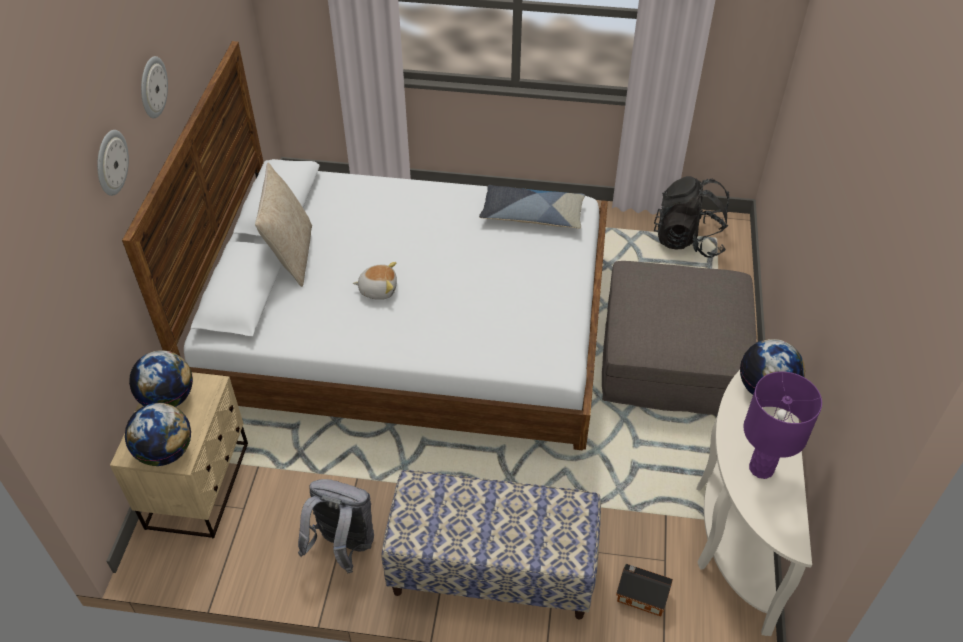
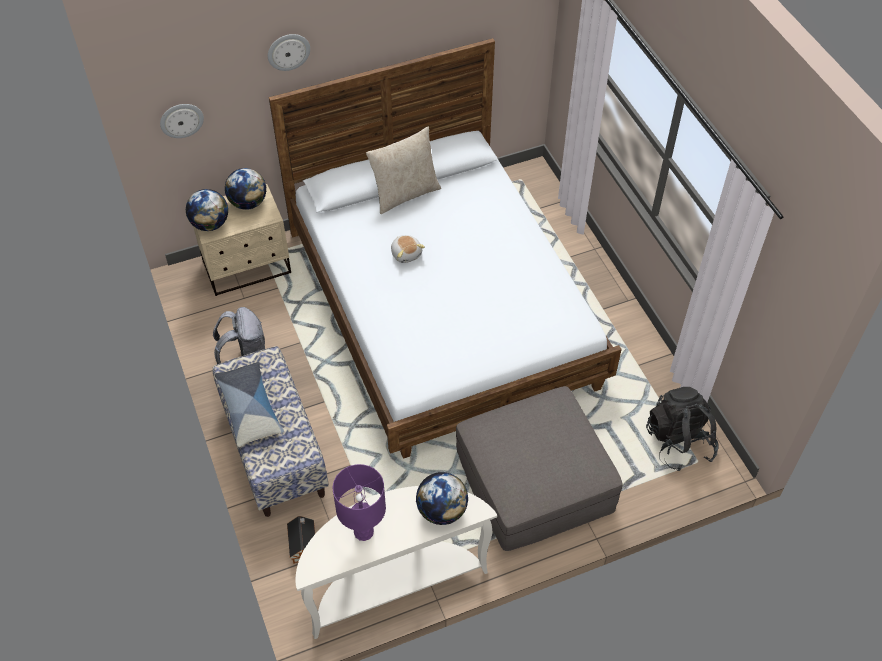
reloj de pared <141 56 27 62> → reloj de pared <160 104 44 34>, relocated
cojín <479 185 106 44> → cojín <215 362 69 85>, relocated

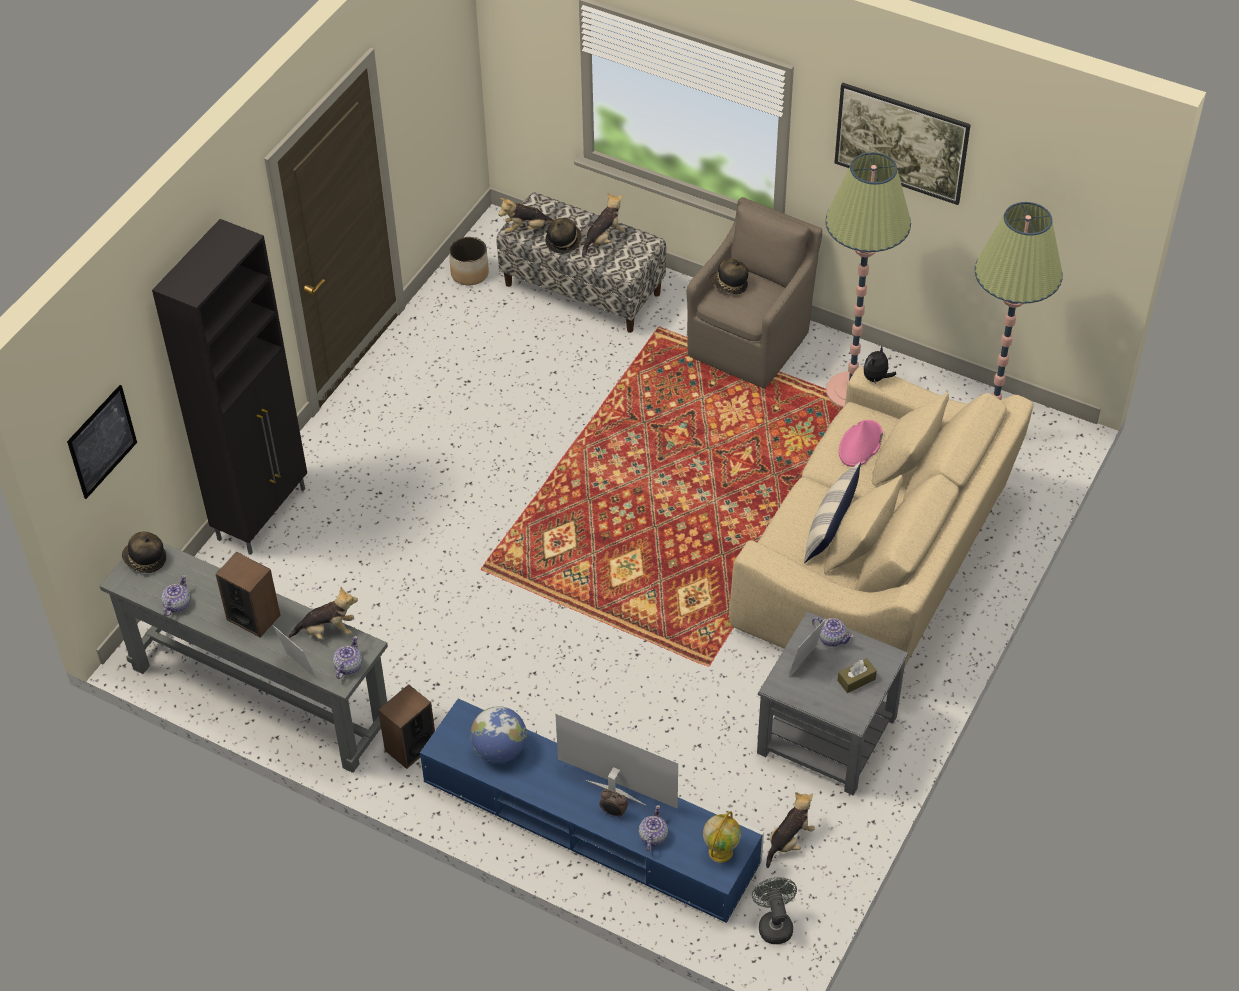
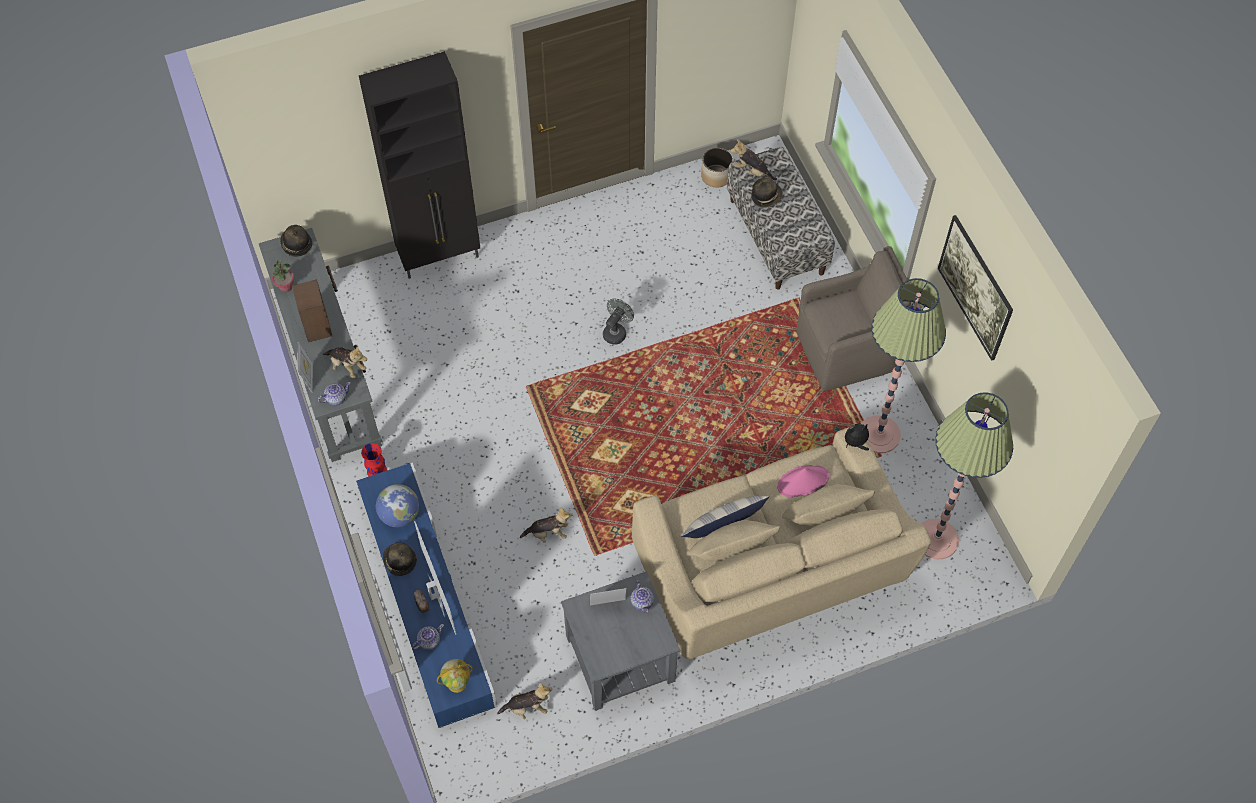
cuadro <67 385 70 114> → -
caja de pañuelos [marrón] <837 658 40 35> → -
peluche <582 193 43 64> → peluche <520 507 52 36>, relocated
sombrero <710 259 38 35> → sombrero <383 542 34 34>, relocated
ventilador [gris] <752 877 45 67> → ventilador [gris] <603 299 31 46>, relocated
tetera <161 575 29 41> → planta en maceta <272 260 22 32>
altavoz <378 684 57 85> → florero [rojo] <361 443 26 33>

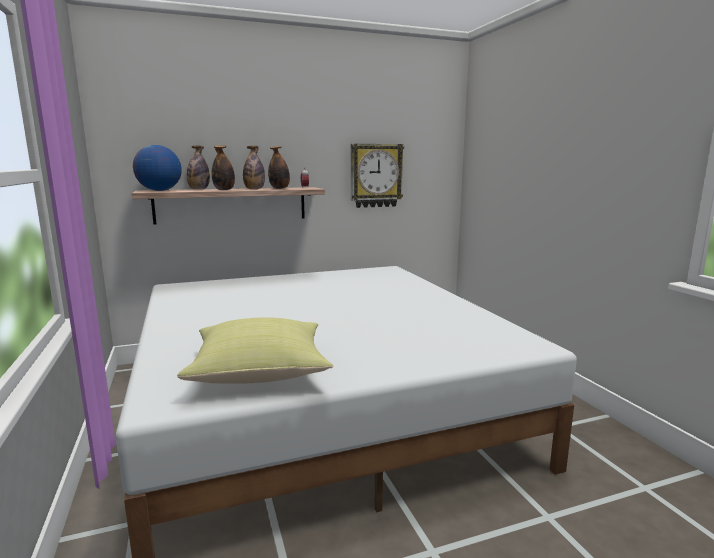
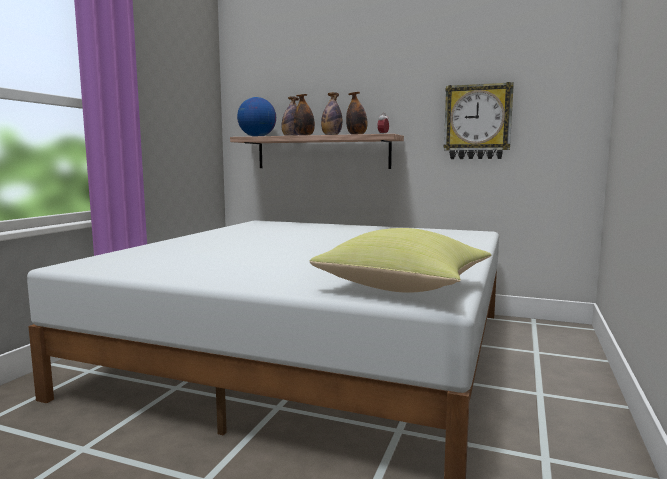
cojín [amarillo] <177 317 157 67> → cojín [amarillo] <310 228 181 65>, relocated

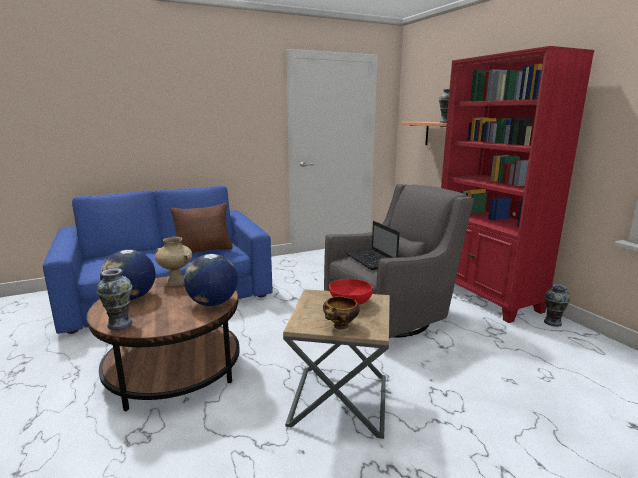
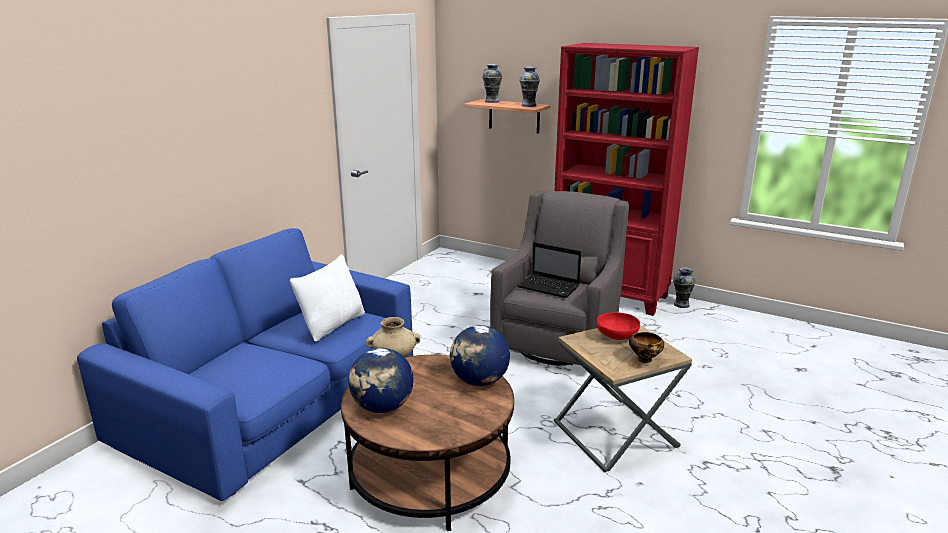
florero <97 268 35 62> → florero <482 64 20 39>, relocated
cojín [marrón] <170 202 63 51> → cojín [blanco] <290 254 75 88>

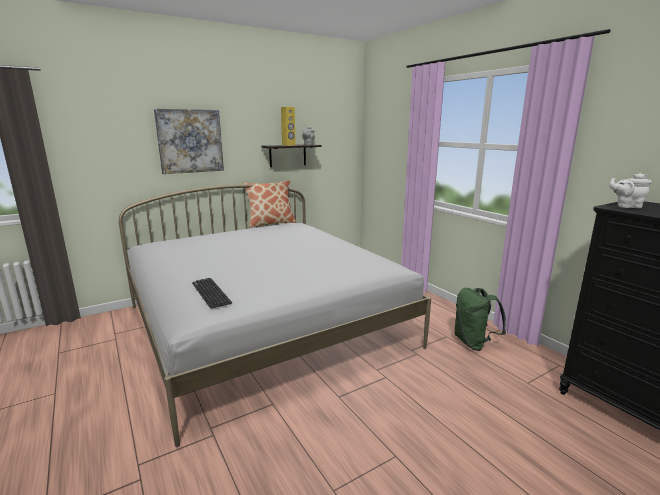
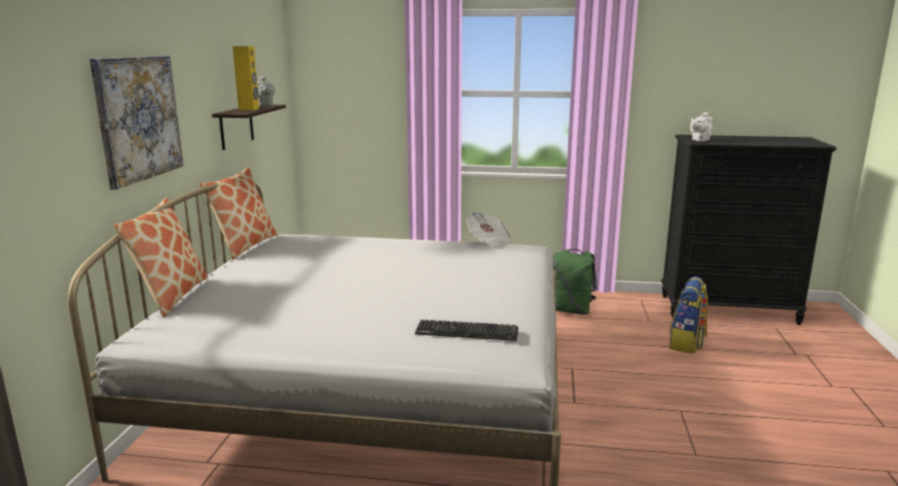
- → cojín <113 198 95 119>
- → periódico <465 212 48 38>
- → mochila <669 276 39 78>

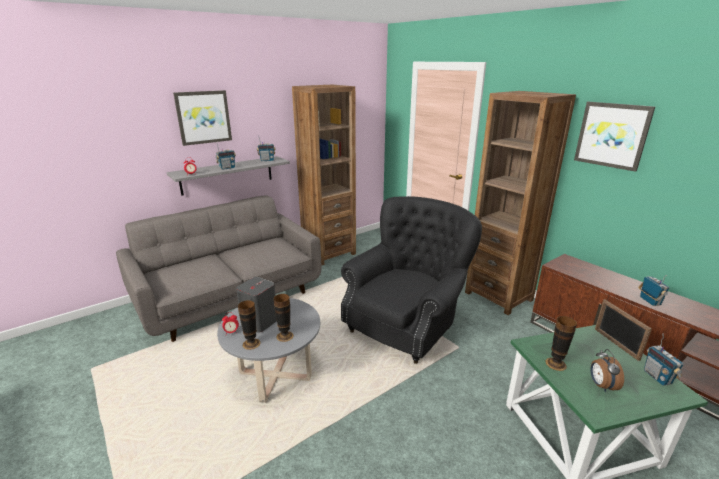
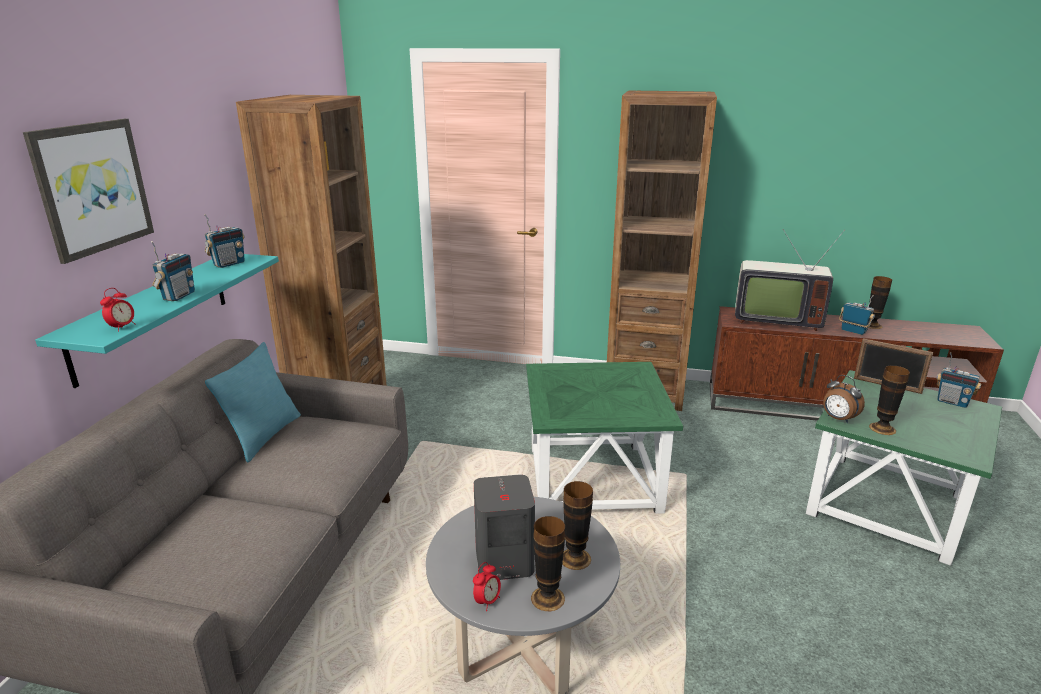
cuadro <574 102 81 70> → -
- → cojín [turquesa] <205 342 96 120>
- → televisor <735 229 110 102>
- → florero <868 276 24 53>
despertador <591 349 33 43> → despertador <823 375 42 48>, relocated
sillón [negro] <341 196 141 168> → mesa auxiliar [verde] <526 362 157 152>
estante [gris] <167 156 123 39> → estante [turquesa] <35 254 244 134>

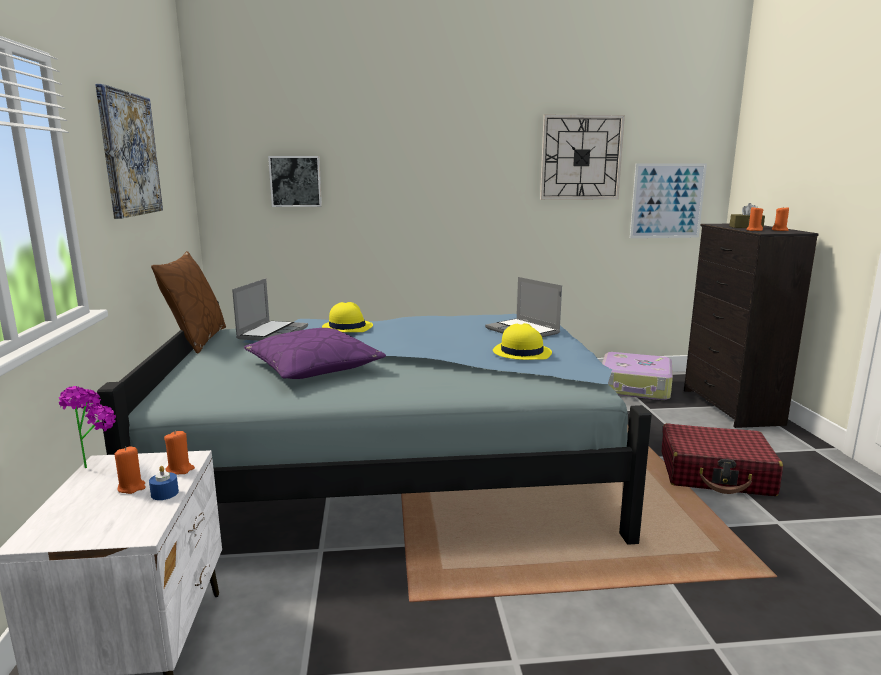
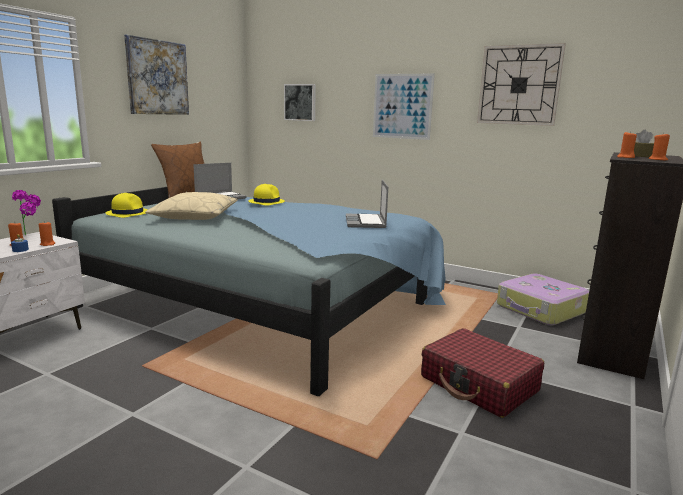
sombrero [amarillo] <493 323 59 37> → sombrero [amarillo] <105 193 42 25>, relocated
cuadro <630 164 77 74> → cuadro <373 74 62 66>, relocated
cojín [morado] <244 328 142 51> → cojín [beis] <145 192 93 28>

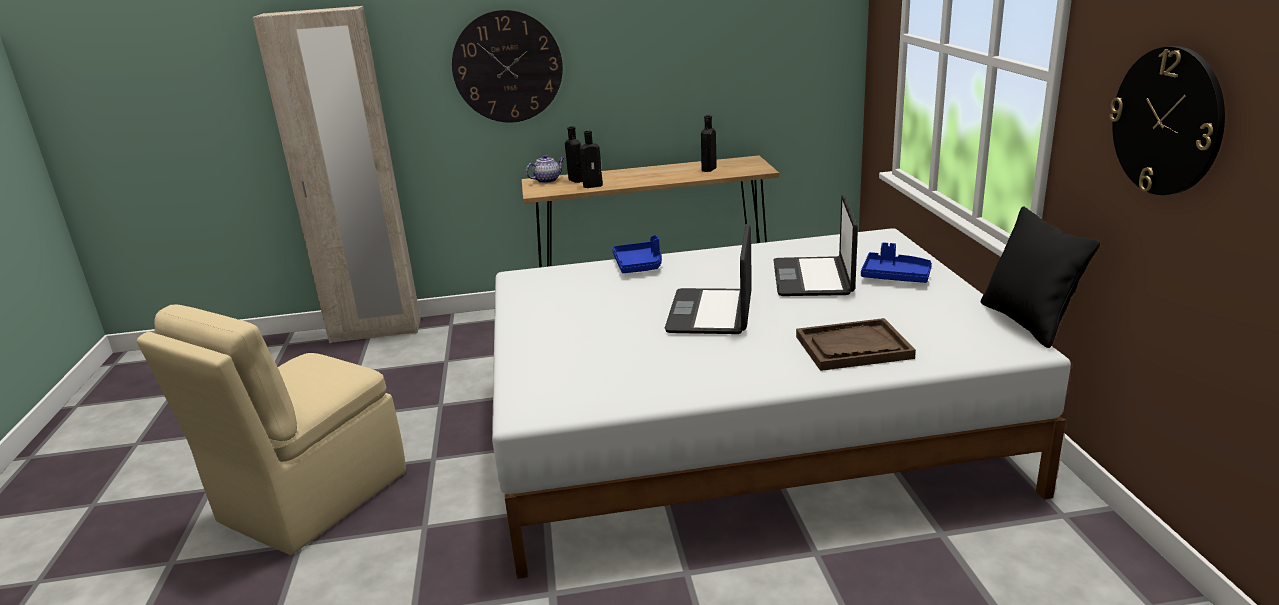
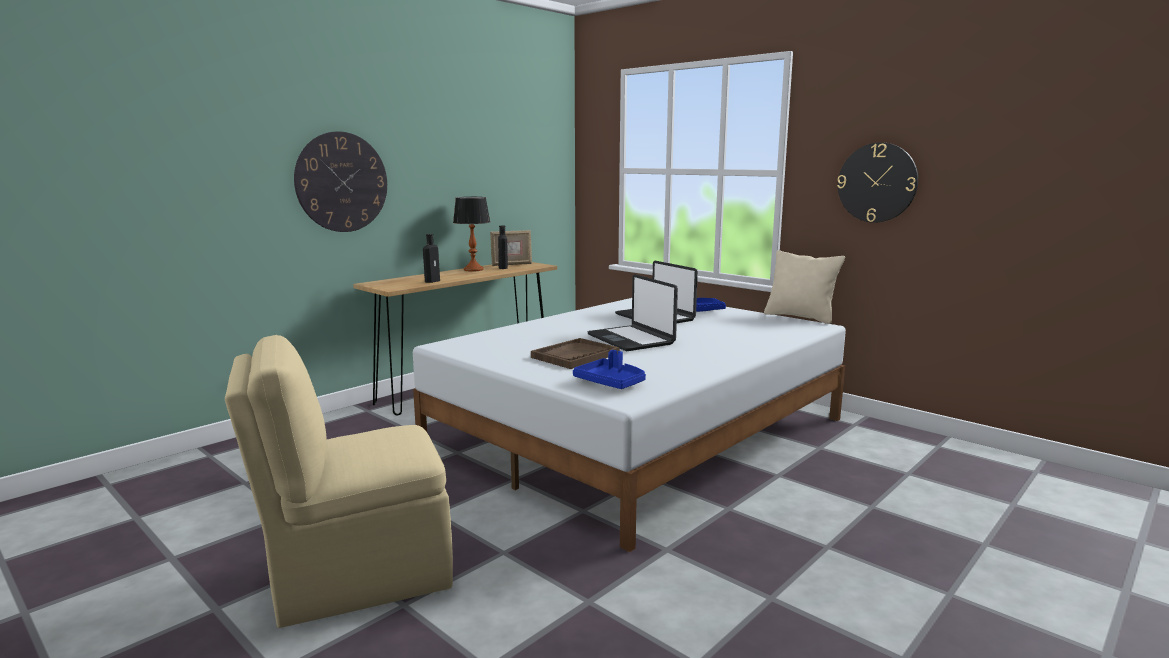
armario ropero [beis] <253 6 168 337> → -
tetera <526 155 38 28> → -
botella [negro] <565 126 18 57> → -
- → lámpara de mesa <453 197 37 75>
- → portarretratos <490 230 42 36>
bandeja [azul] <612 235 50 38> → bandeja [azul] <573 350 73 39>, relocated
bandeja [marrón] <796 318 120 53> → bandeja [marrón] <531 338 88 31>, relocated
cojín [negro] <981 206 119 142> → cojín [beis] <764 250 81 74>
silla [beis] <137 304 269 251> → silla [beis] <225 335 228 293>, 75 degrees clockwise

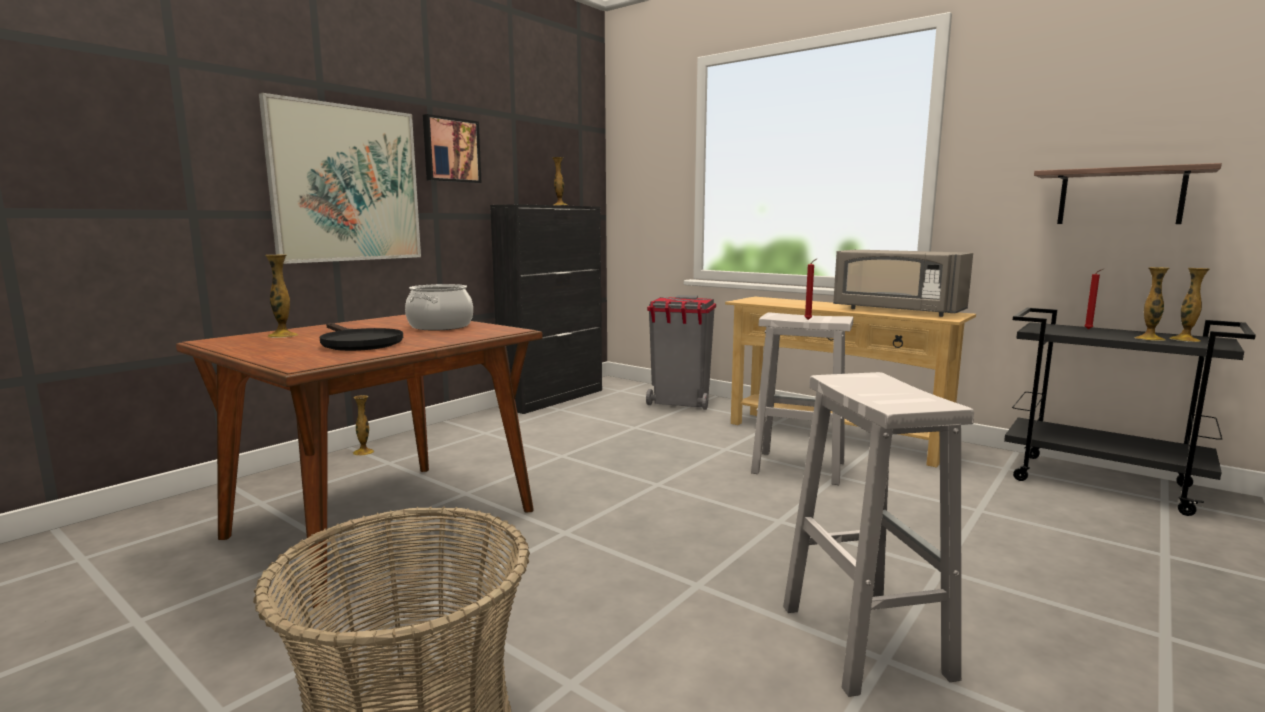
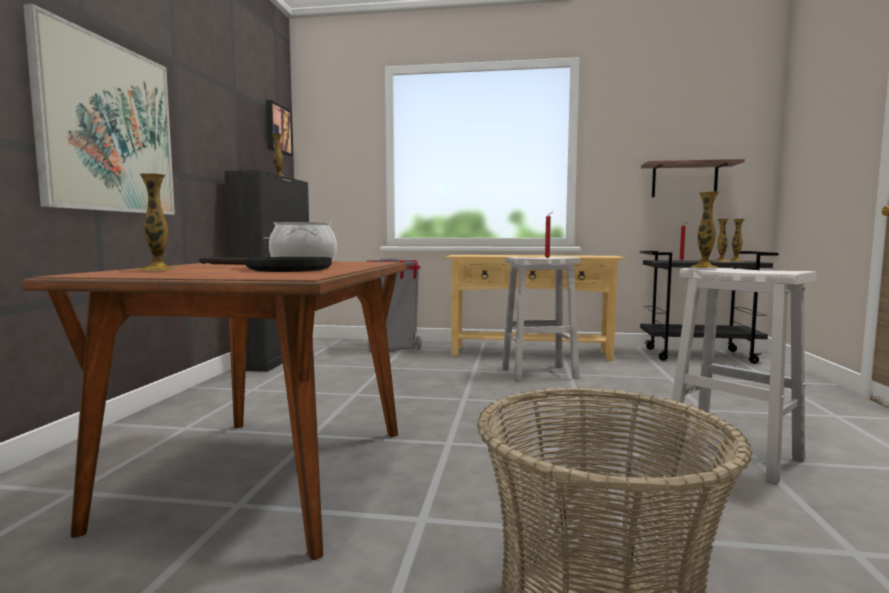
microondas [gris] <833 250 140 67> → -
florero <352 395 22 61> → florero <691 191 28 77>, relocated
cuadro <423 114 59 69> → cuadro <266 100 27 56>, relocated

